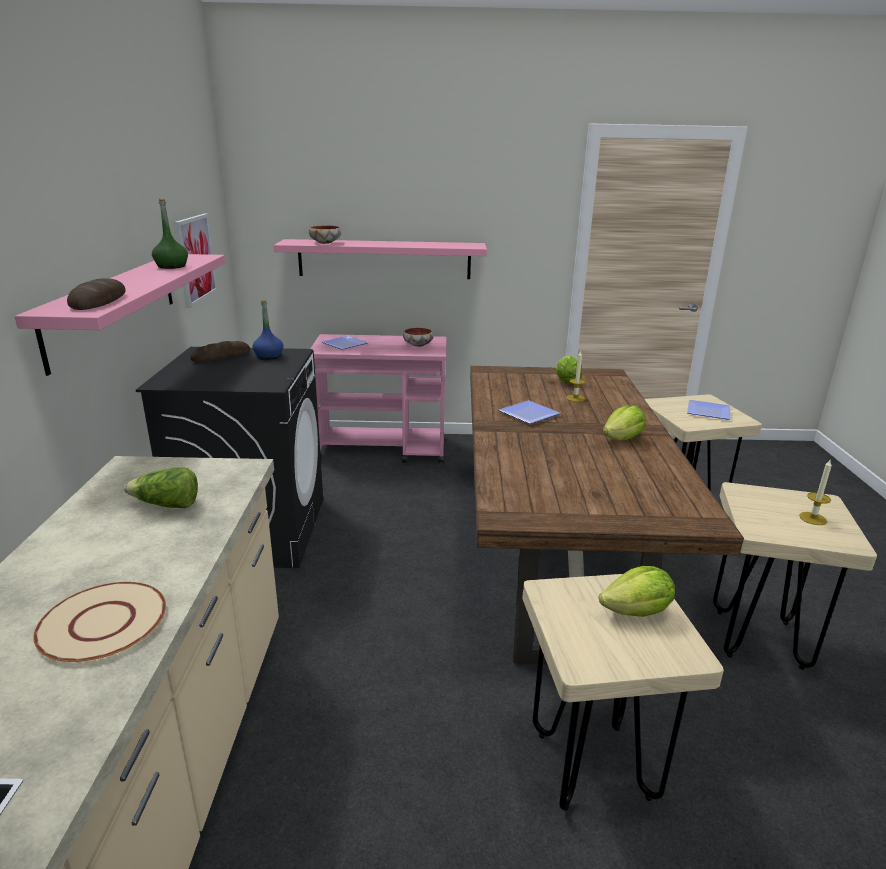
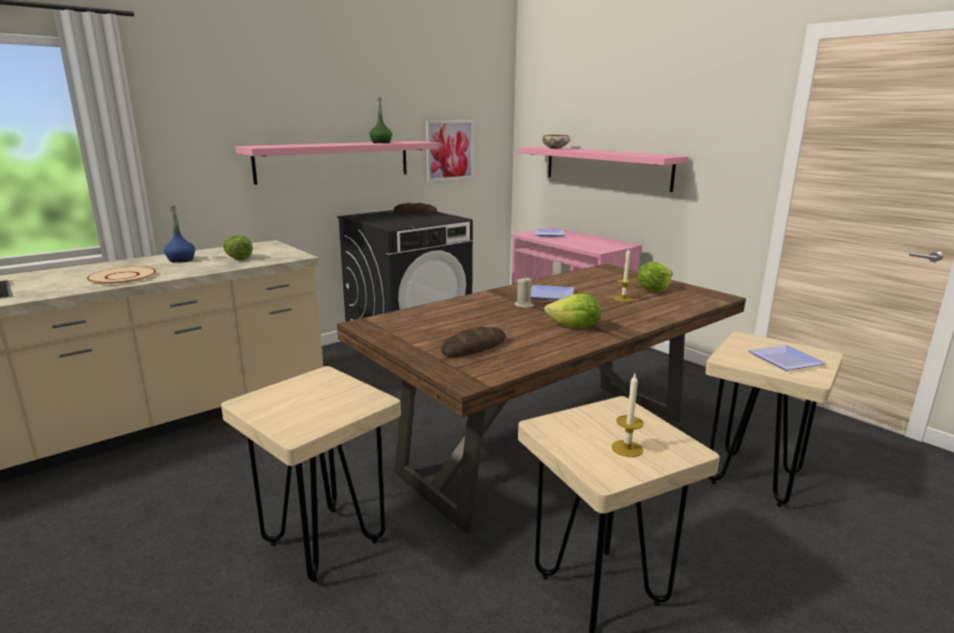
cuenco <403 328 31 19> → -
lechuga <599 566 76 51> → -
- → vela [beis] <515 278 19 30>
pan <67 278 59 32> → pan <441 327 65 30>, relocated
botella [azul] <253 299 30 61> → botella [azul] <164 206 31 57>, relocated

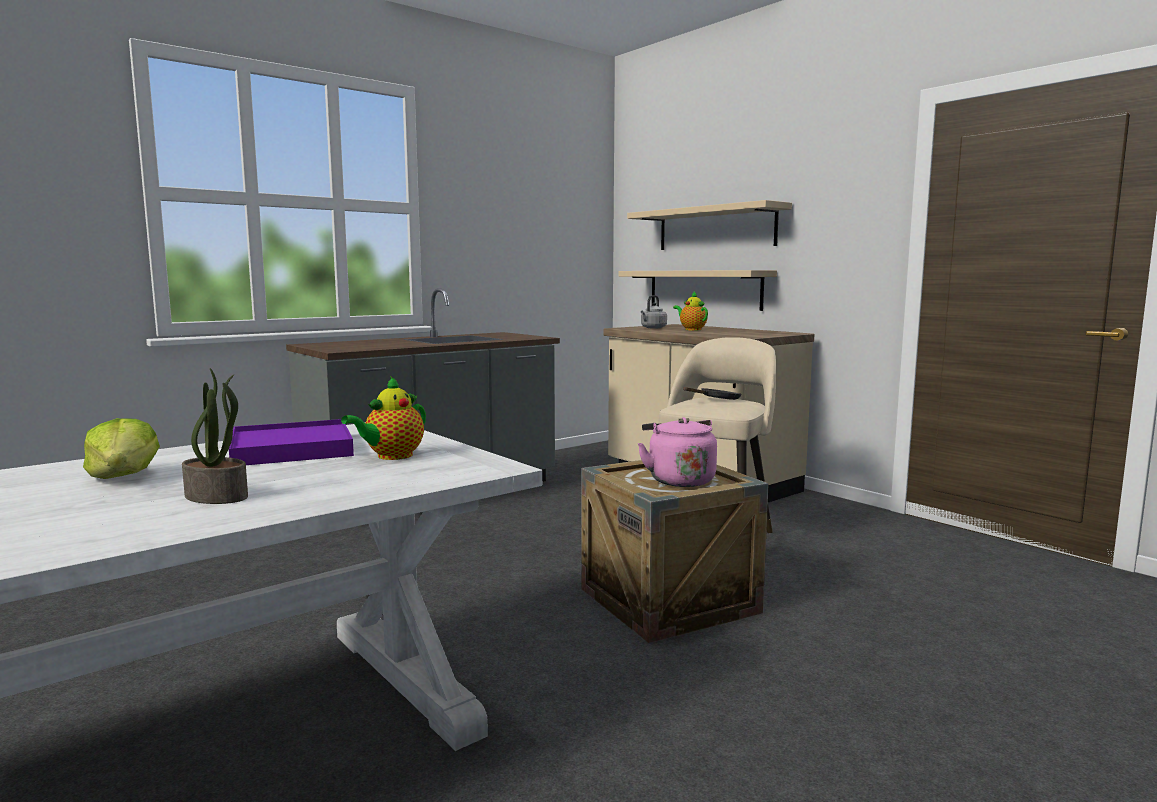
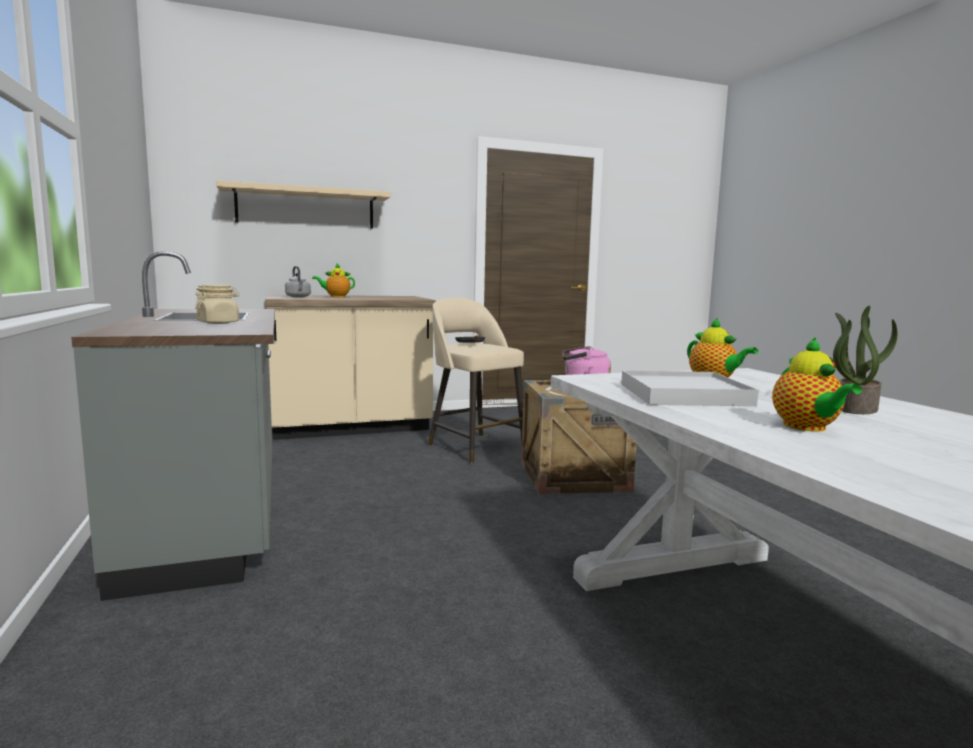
estante [beis] <618 270 159 41> → -
- → tarro [beis] <195 284 45 40>
lechuga <83 418 77 61> → tetera <772 337 90 95>
bandeja [morado] <229 419 125 46> → bandeja [blanco] <621 370 138 36>

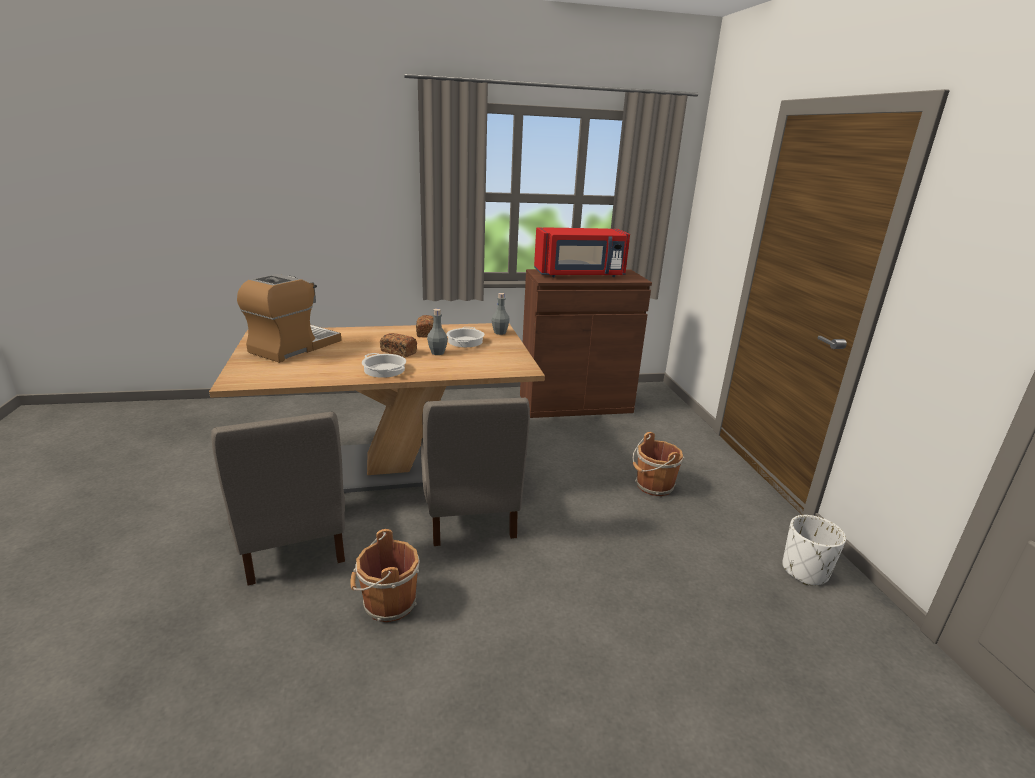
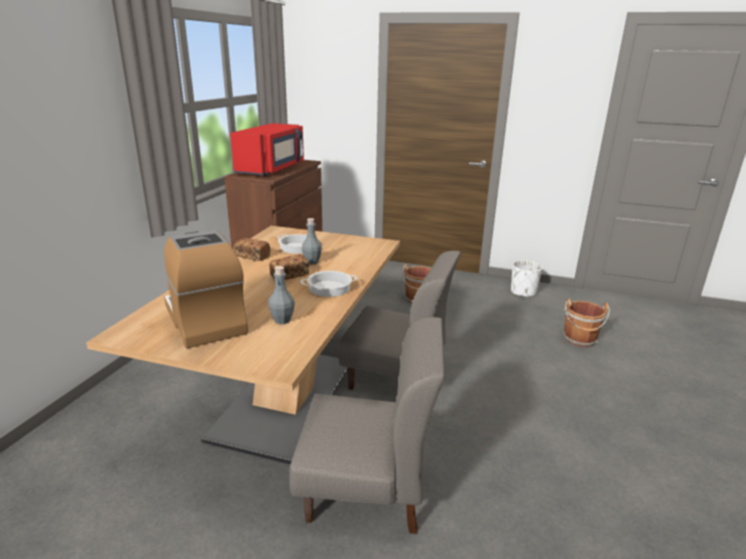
cubo [marrón] <350 529 70 93> → cubo [marrón] <564 298 46 49>, relocated
botella [gris] <492 293 18 42> → botella [gris] <268 266 27 58>, relocated

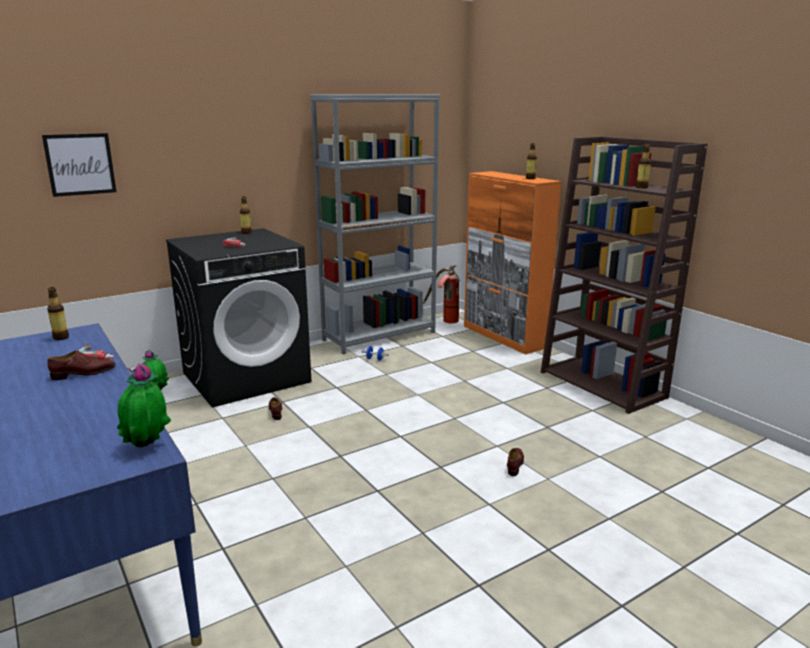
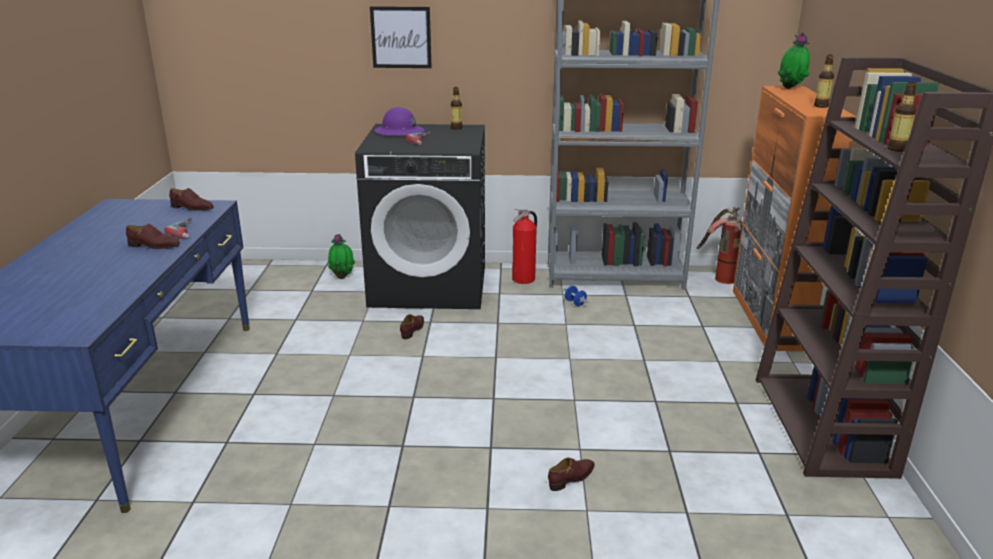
- → casco [morado] <375 107 50 30>
- → extintor <512 209 25 75>
cuadro <42 133 74 64> → cuadro <370 6 62 62>, relocated
planta en maceta <117 364 54 84> → planta en maceta <778 33 32 56>, relocated
botella <47 287 22 53> → zapato [marrón] <169 188 44 23>

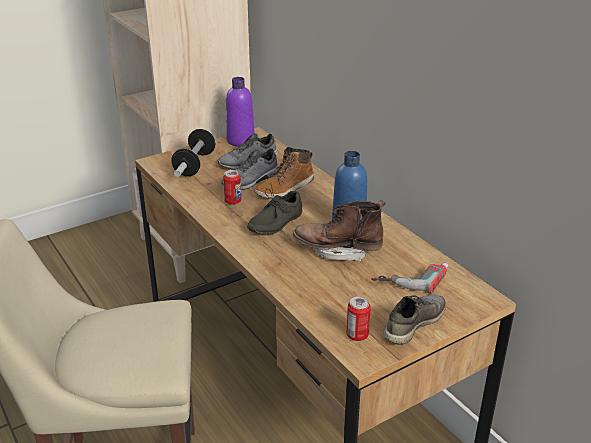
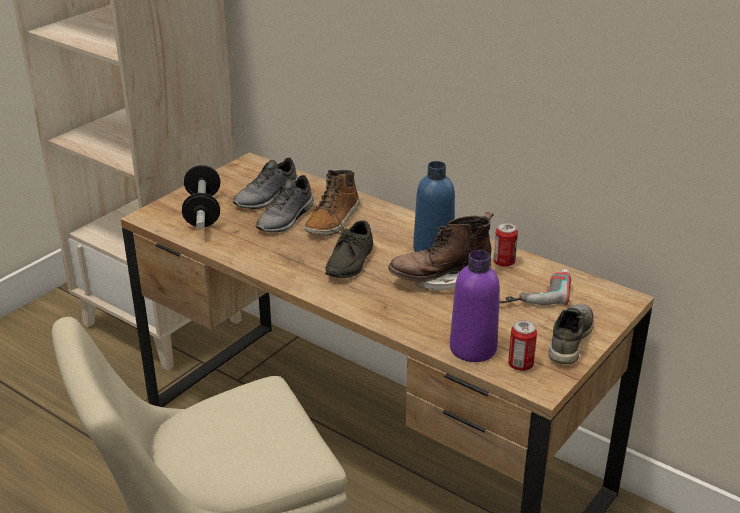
lata <223 170 19 35> → lata <494 223 24 44>, relocated
botella [morado] <226 77 29 70> → botella [morado] <450 250 50 112>, relocated

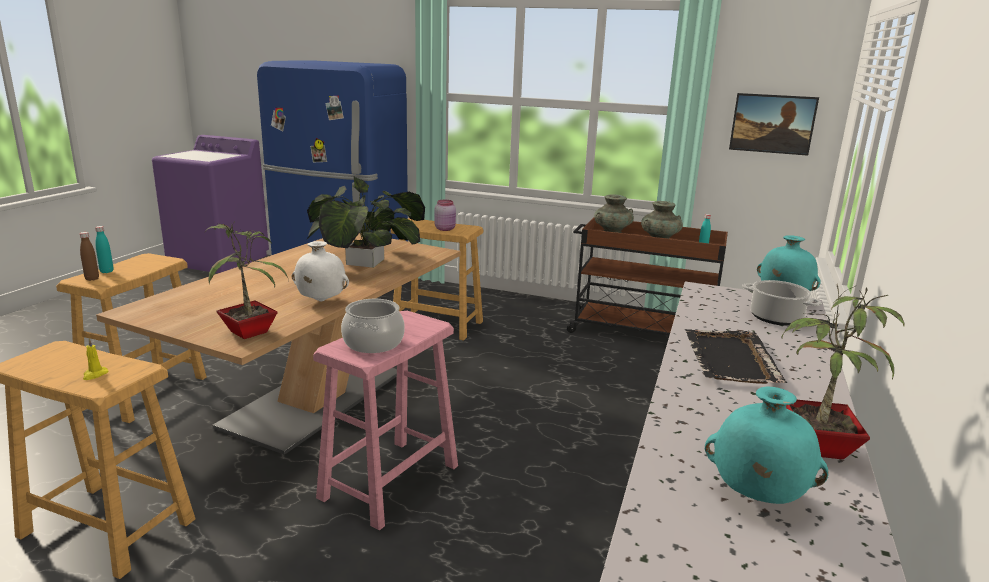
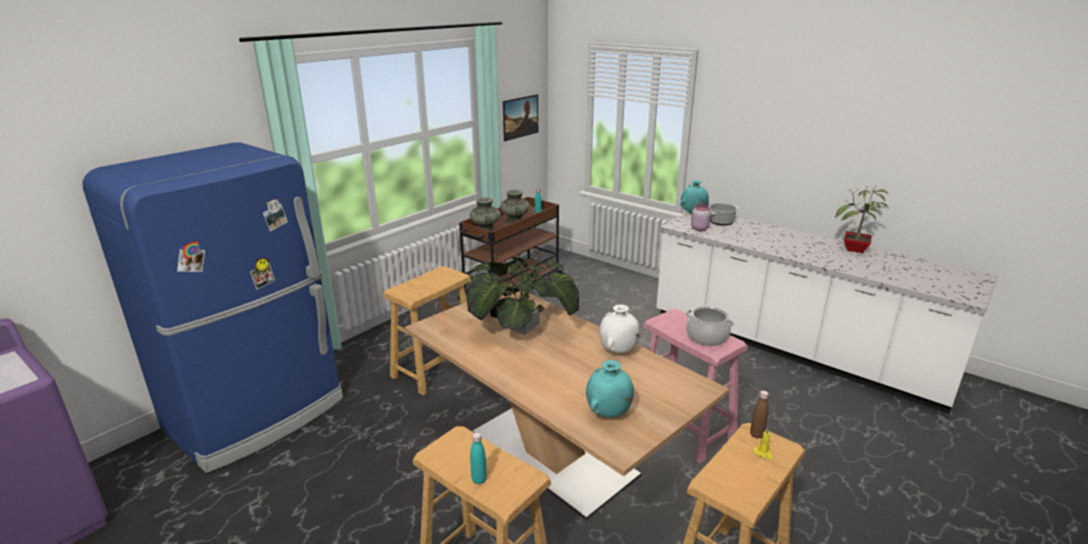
planta en maceta <205 223 83 116> → -
bandeja [negro] <685 329 102 55> → -
botella [marrón] <80 232 19 49> → botella [marrón] <750 390 19 49>, relocated
tarro [rosa] <434 200 22 31> → tarro [rosa] <691 204 20 27>, relocated
florero [turquesa] <705 387 124 117> → florero [turquesa] <586 360 48 57>, relocated

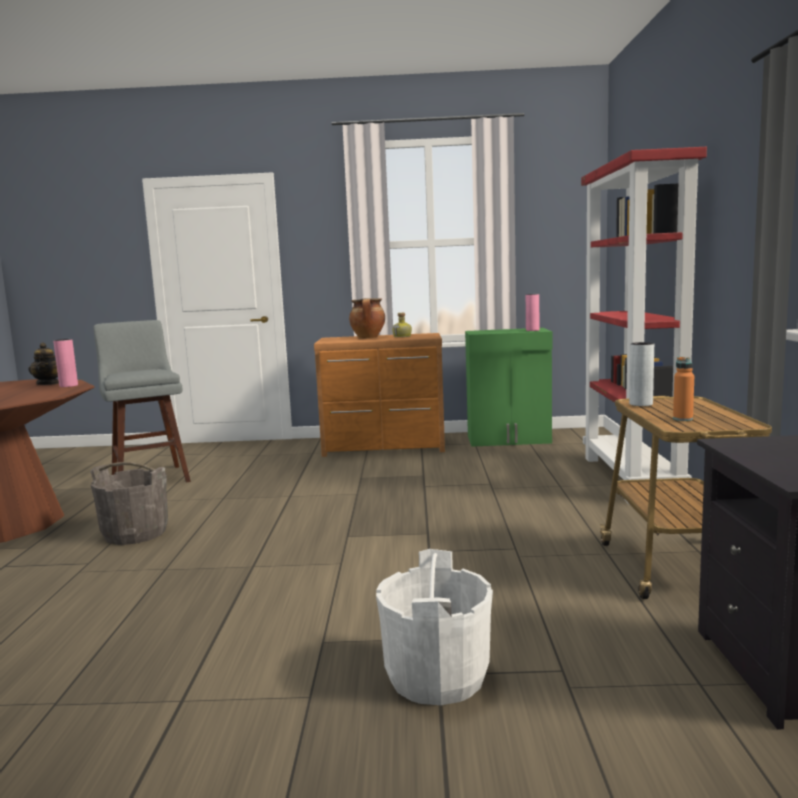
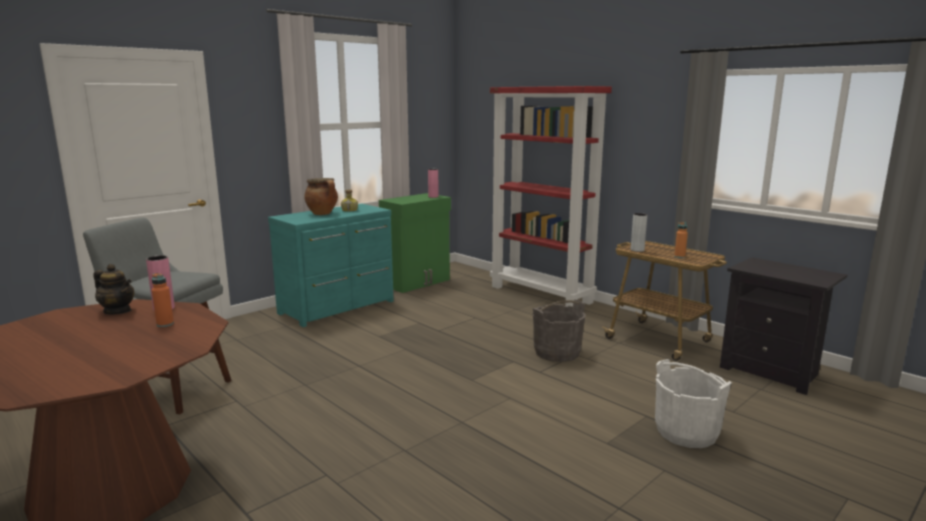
- → botella [naranja] <152 273 22 54>
cubo [gris] <90 462 78 83> → cubo [gris] <533 300 53 62>, relocated
cómoda [marrón] <314 333 131 124> → cómoda [turquesa] <268 203 126 124>

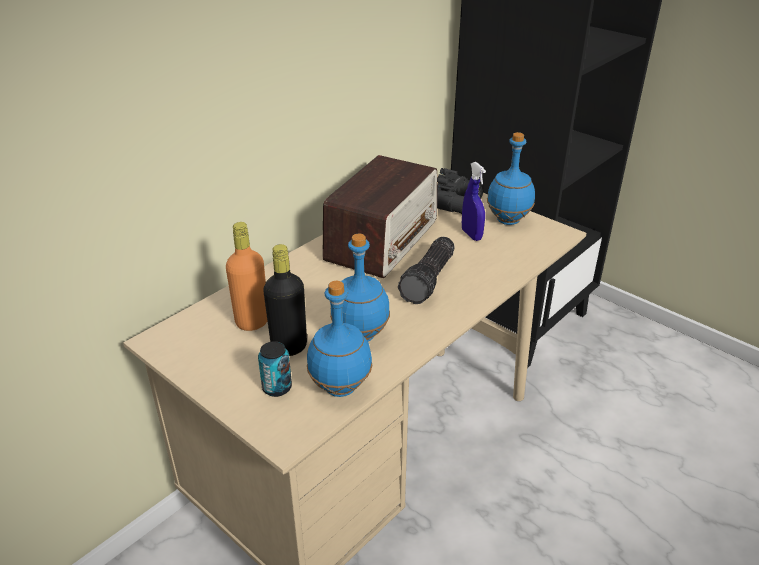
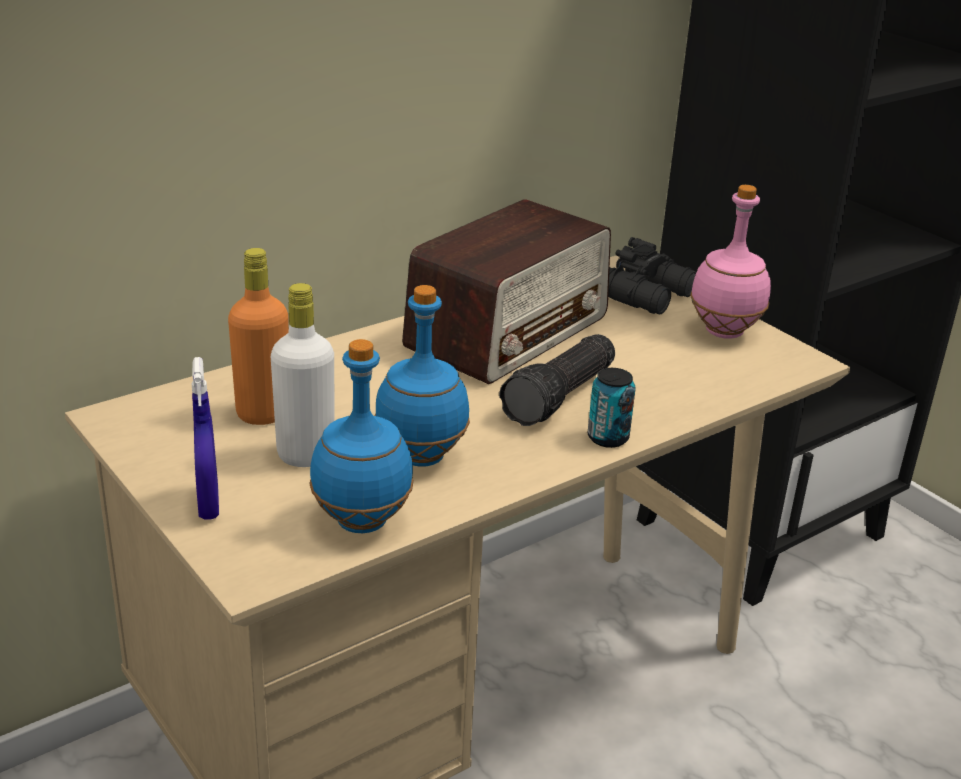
lata <258 341 34 56> → lata <588 368 48 80>, relocated
pulverizador [azul] <462 162 24 79> → pulverizador [azul] <192 357 27 163>, relocated
botella [negro] <263 244 44 112> → botella [blanco] <271 283 63 184>
botella [azul] <487 132 48 93> → botella [rosa] <690 185 81 154>

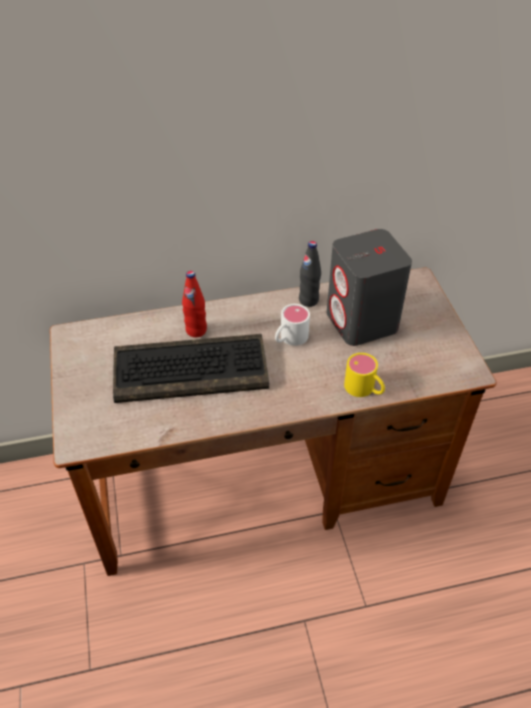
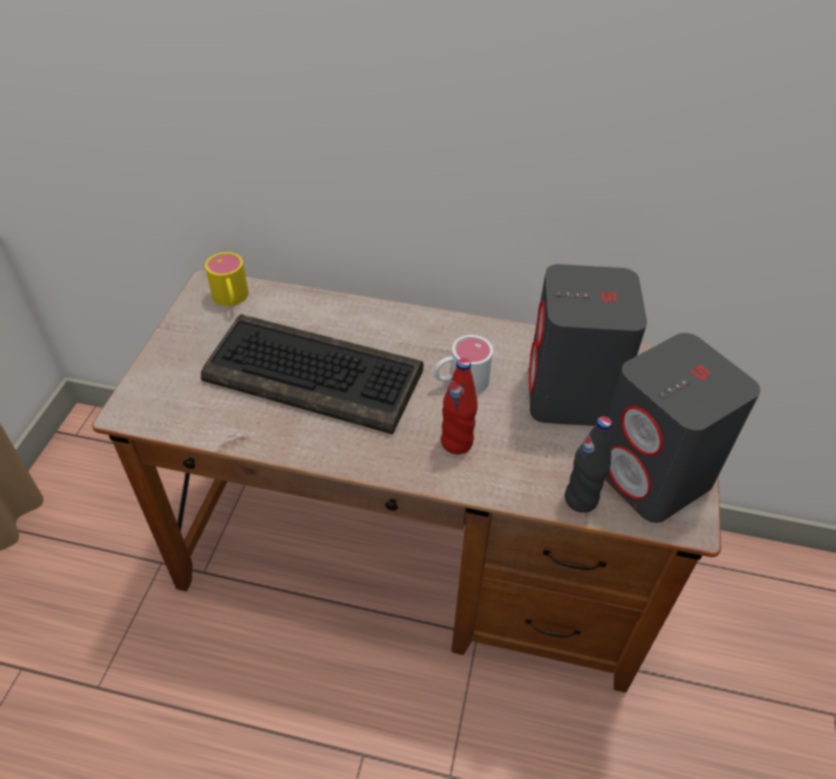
- → altavoz [gris] <604 333 156 190>
botella [rojo] <182 271 25 66> → botella [rojo] <441 358 37 96>, relocated
botella [negro] <299 241 22 66> → botella [negro] <565 416 47 97>, relocated
taza grande [amarillo] <344 353 41 44> → taza grande [amarillo] <205 252 44 54>, relocated

